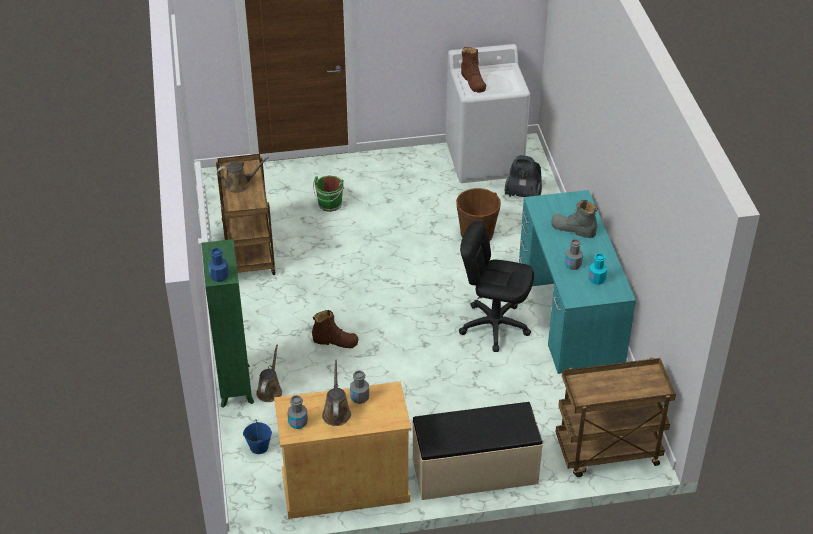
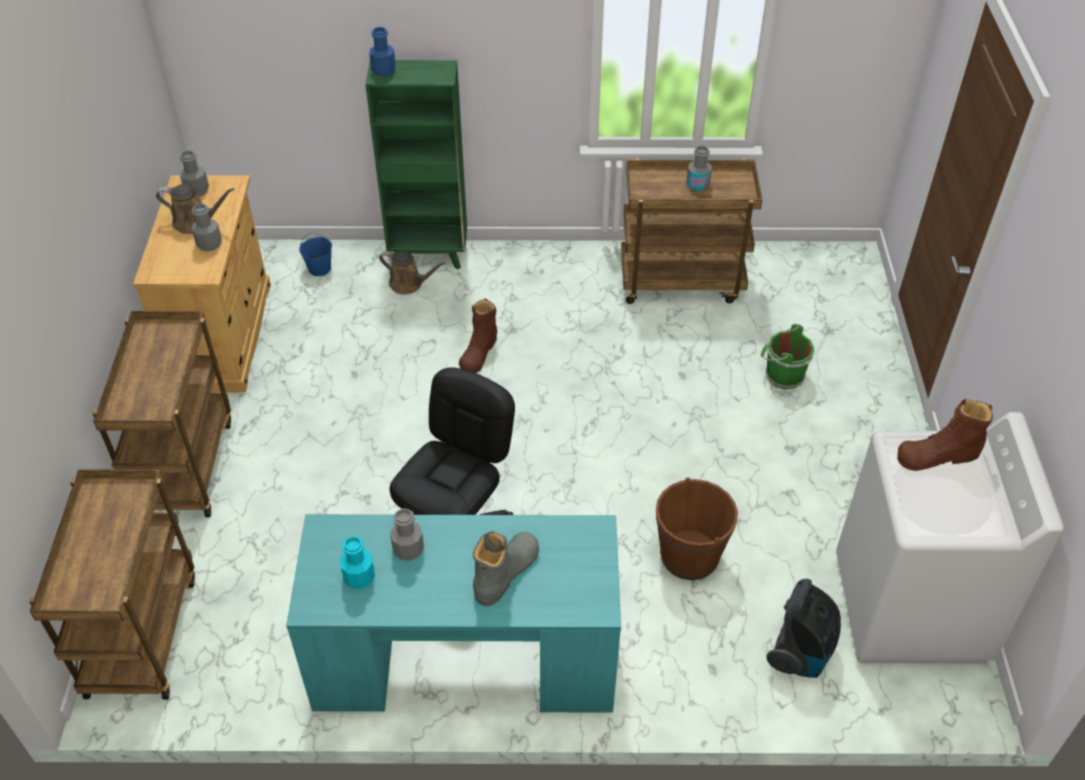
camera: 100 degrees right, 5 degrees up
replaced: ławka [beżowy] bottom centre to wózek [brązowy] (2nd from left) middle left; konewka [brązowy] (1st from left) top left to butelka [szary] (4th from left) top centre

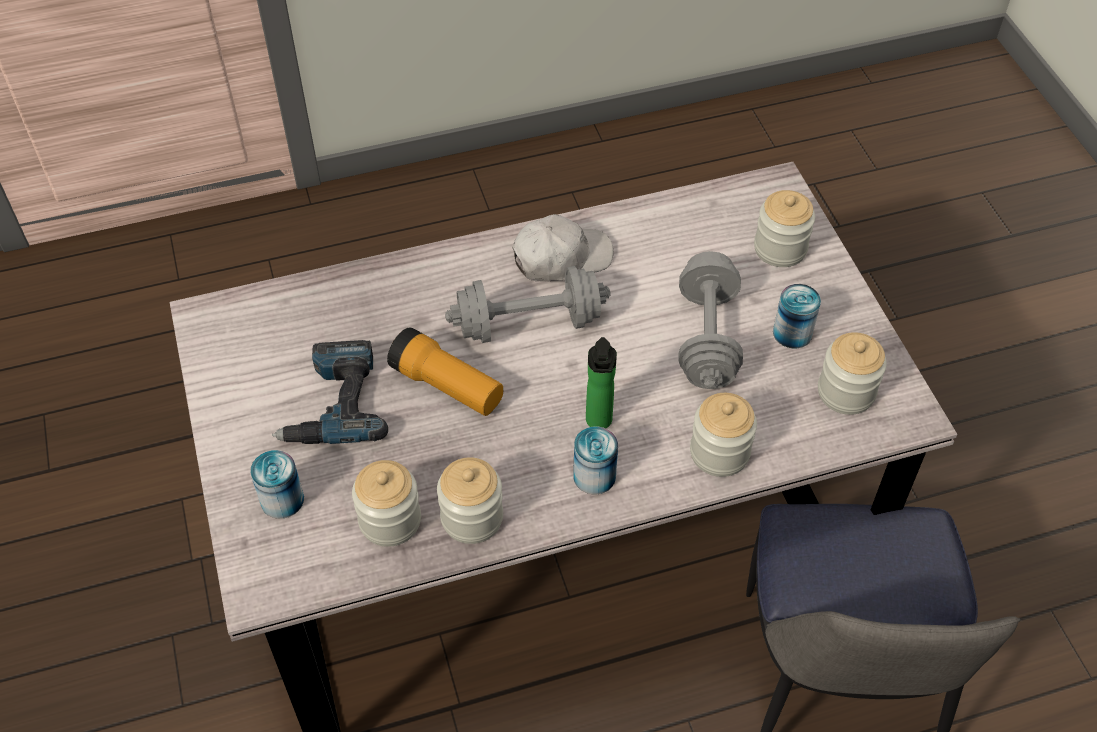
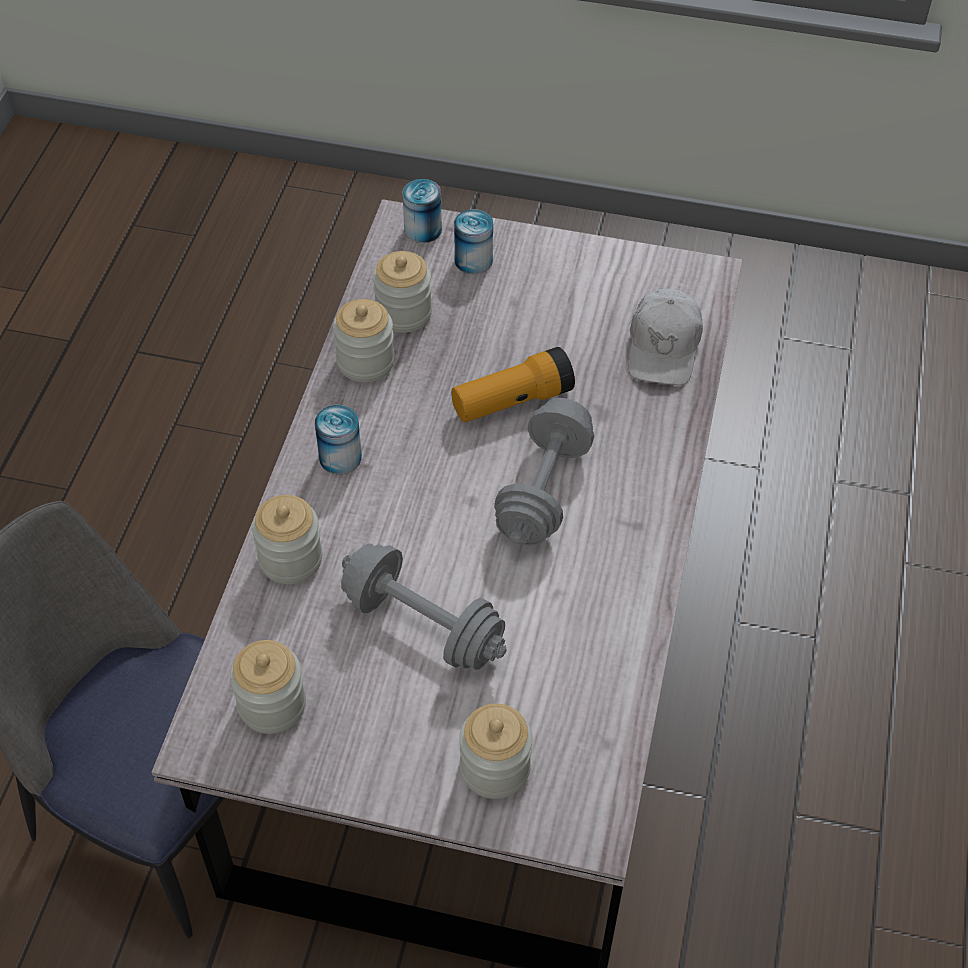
camera: 120 degrees right, 0 degrees up
removed: wiertarka middle left; butelka centre
moved: puszka (3rd from left in the first image) middle right to puszka (2nd from left) top centre; czapka z daszkiem [biały] centre to middle right

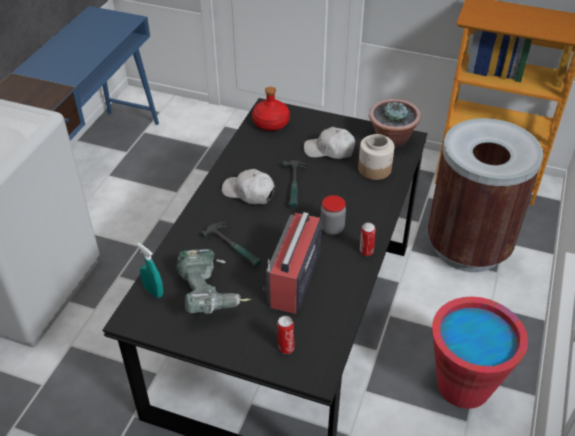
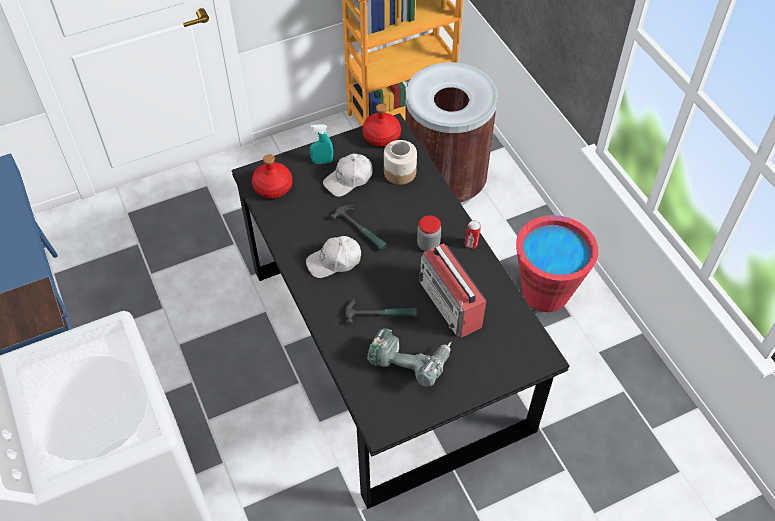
camera: 45 degrees left, 10 degrees up
removed: puszka (1st from left) bottom centre
moved: spryskiwacz [turkusowy] middle left to top centre
replaced: roślina doniczkowa top right to butelka [czerwony] (2nd from left) top centre

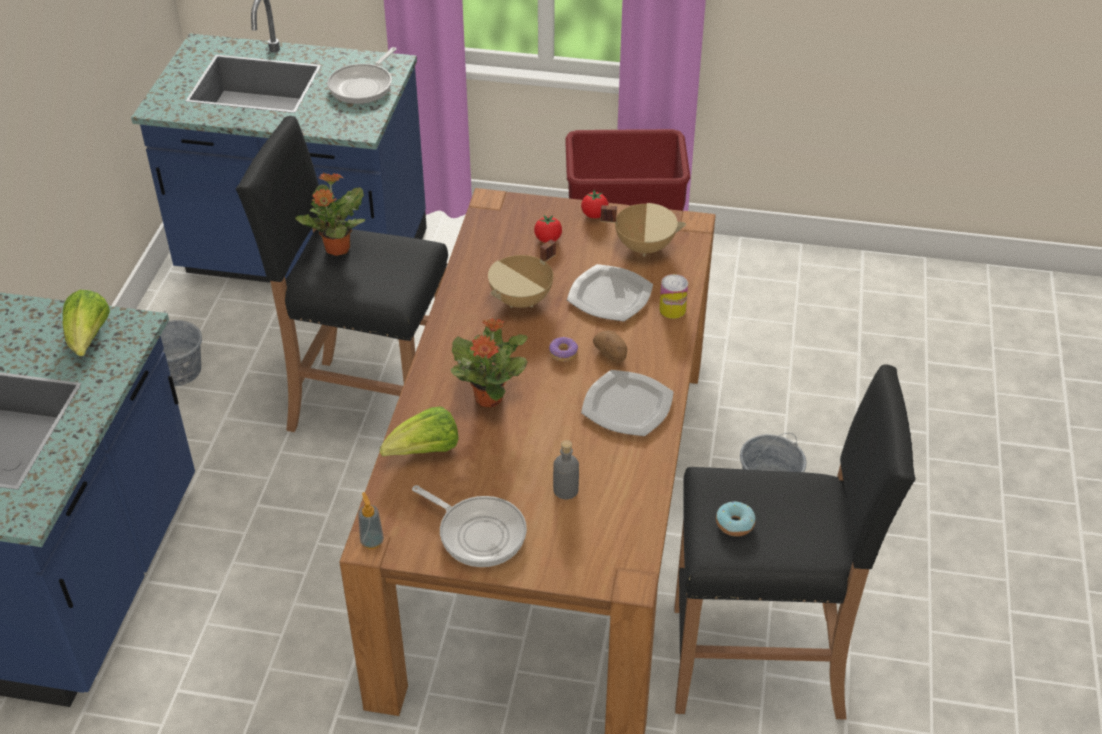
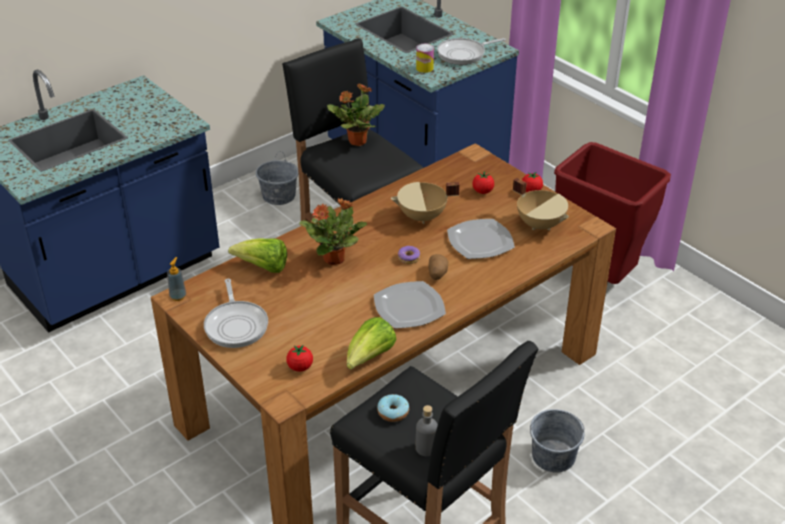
camera: 40 degrees right, 5 degrees down
added: pomidor (1st from left) bottom centre
moved: sałata (1st from left in the first image) middle left to sałata (2nd from left) centre; puszka centre to top centre; butelka [szary] centre to bottom centre

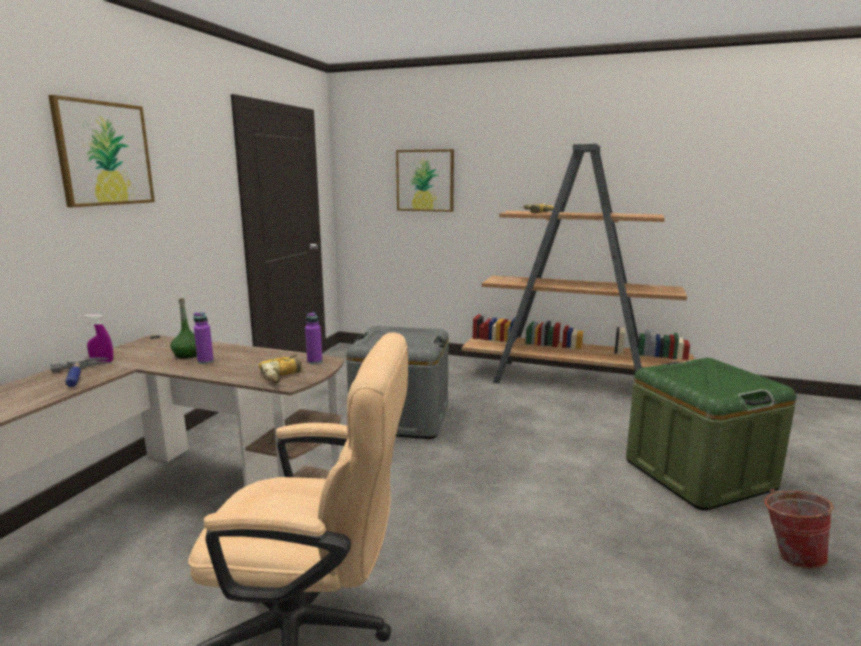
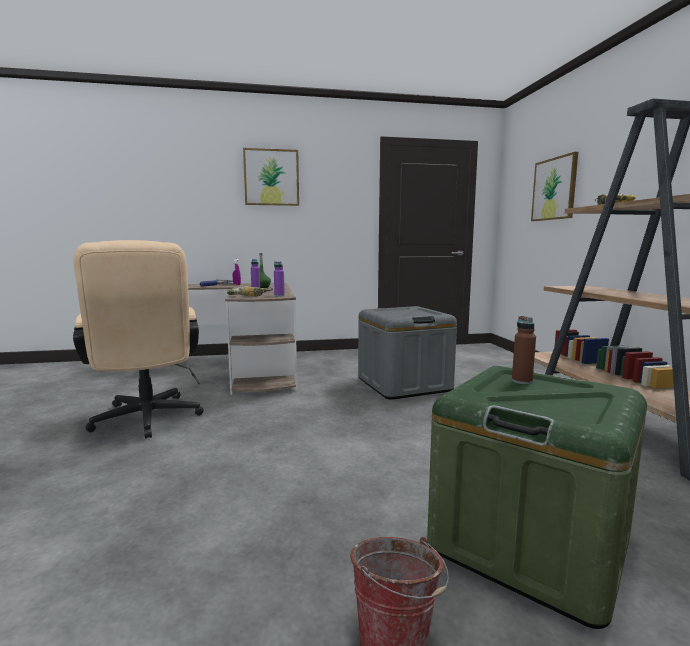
camera: 60 degrees right, 5 degrees down
added: butelka [brązowy] middle right

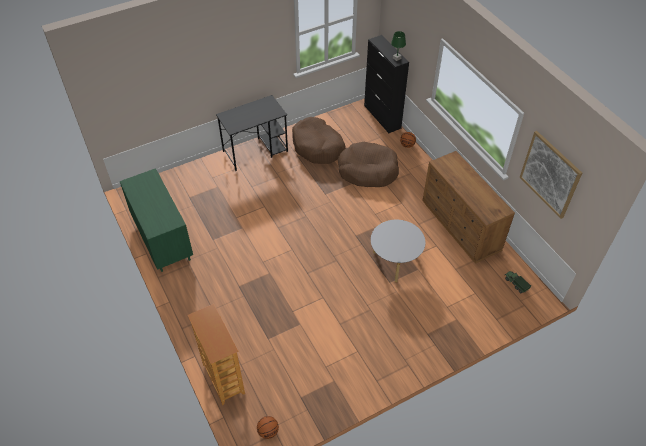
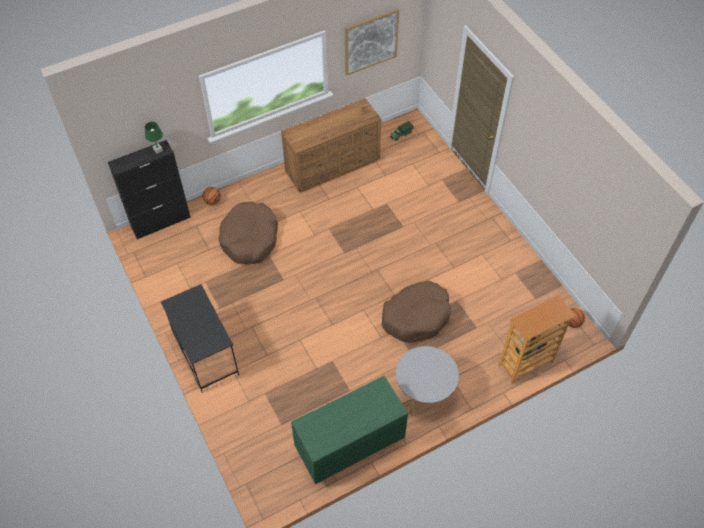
camera: 90 degrees left, 5 degrees up
moved: legowisko [brązowy] (1st from left in the first image) top centre to legowisko [brązowy] (2nd from left) centre; ława [szary] centre to bottom centre

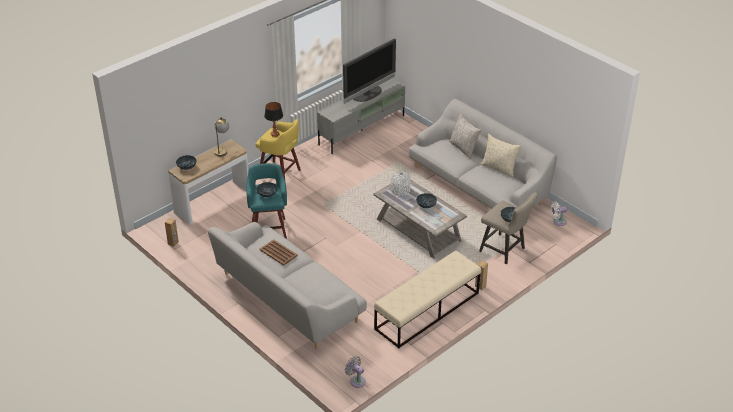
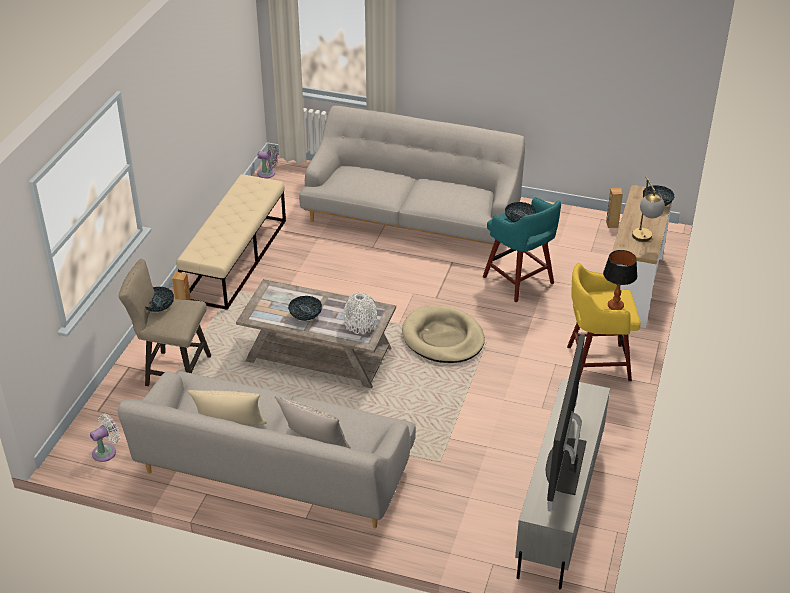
camera: 150 degrees right, 0 degrees up
removed: taca [brązowy] centre
added: legowisko [beżowy] centre

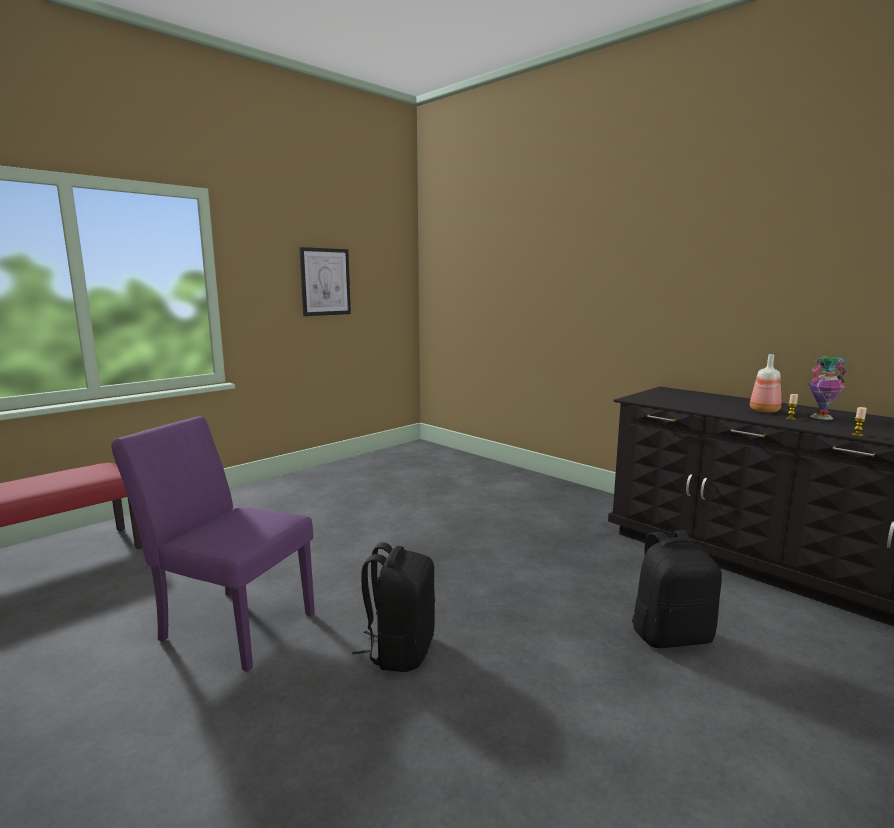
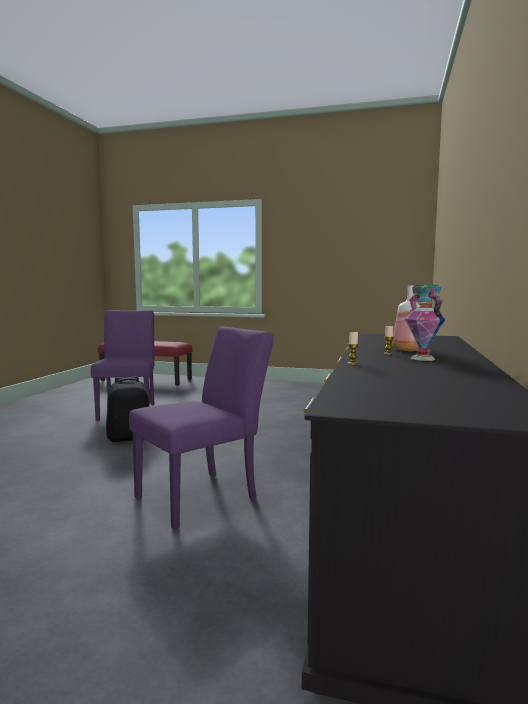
camera: 60 degrees right, 5 degrees down
removed: obraz centre
replaced: plecak [czarny] (2nd from left) bottom right to krzesło [fioletowy] (2nd from left) centre

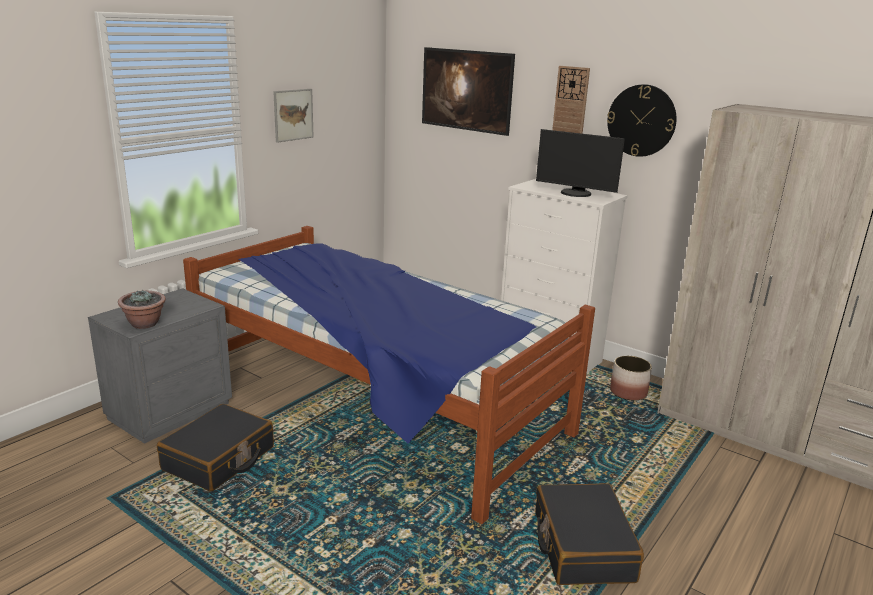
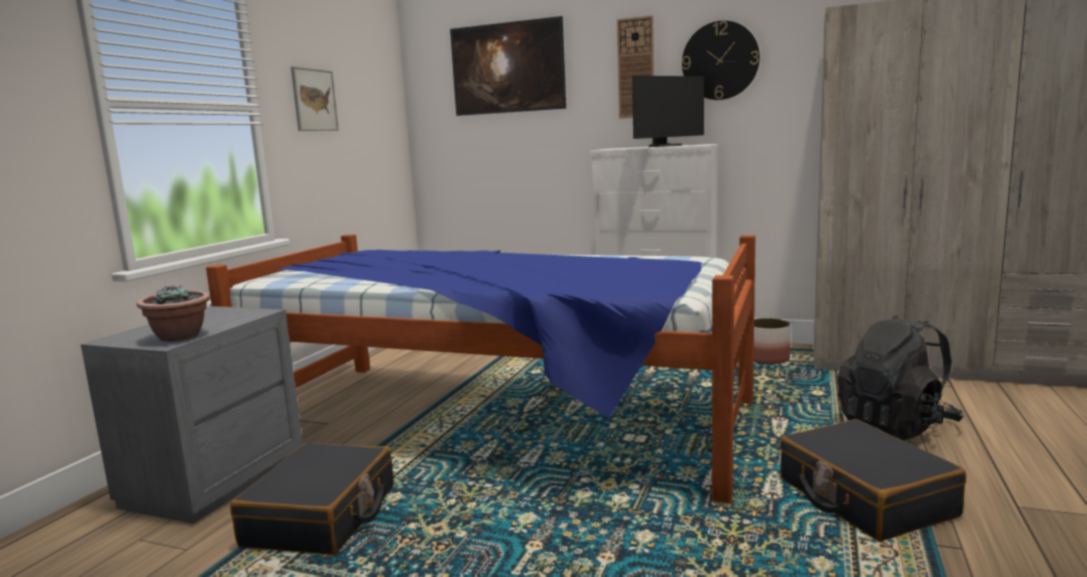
camera: 15 degrees left, 10 degrees down
added: plecak [czarny] middle right
turned: monitor top centre = top centre 45 degrees counterclockwise

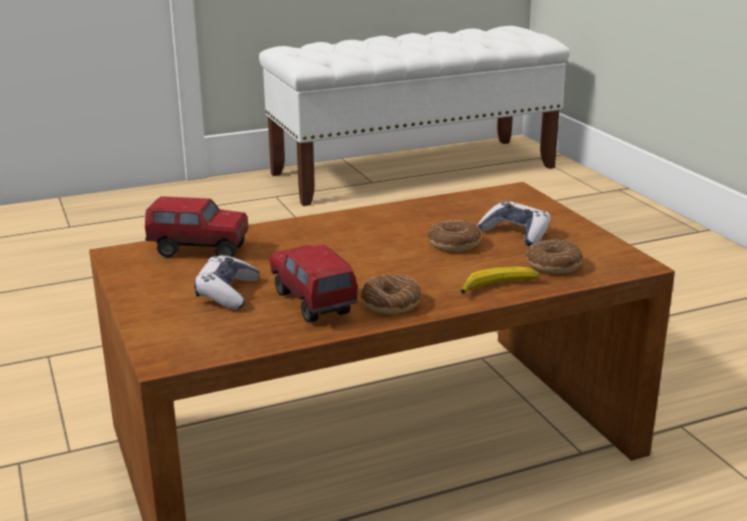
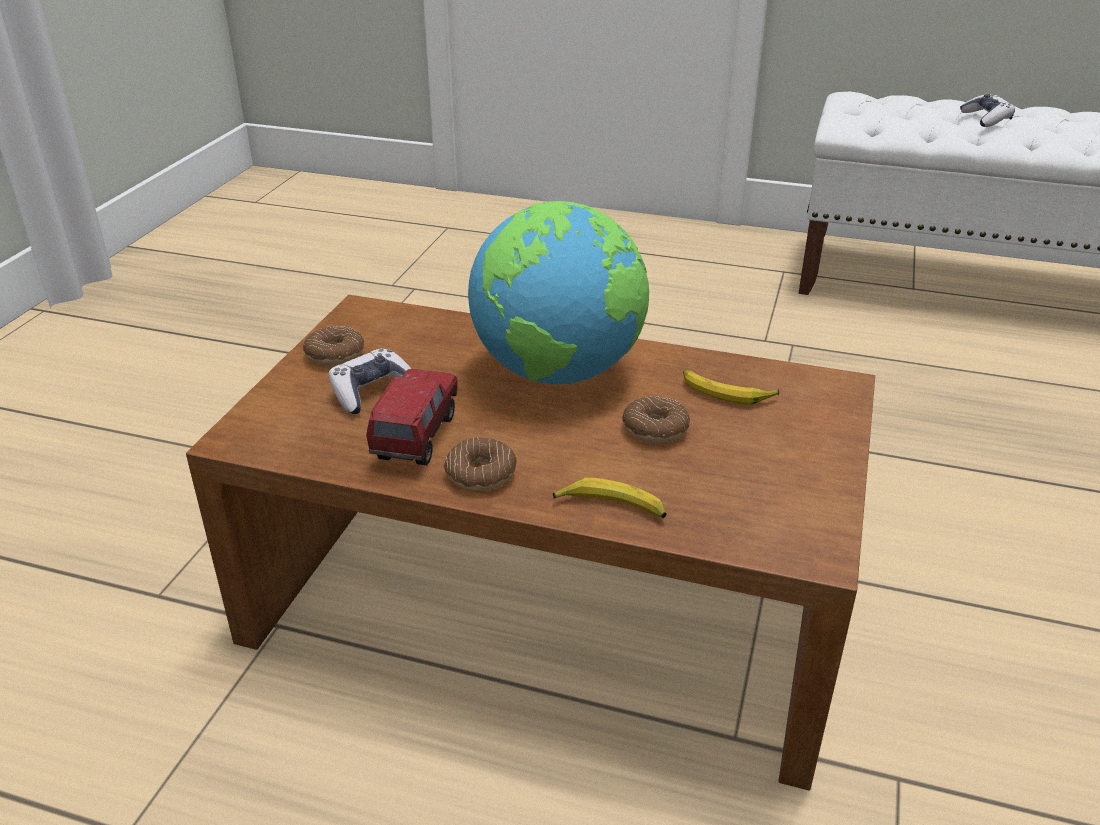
camera: 40 degrees right, 10 degrees up
removed: ciężarówka zabawkowa (1st from left) middle left
added: globus centre; banan (2nd from left) centre
moved: donut (3rd from left in the first image) middle right to donut (1st from left) middle left; pad do gier (2nd from left) middle right to top right

